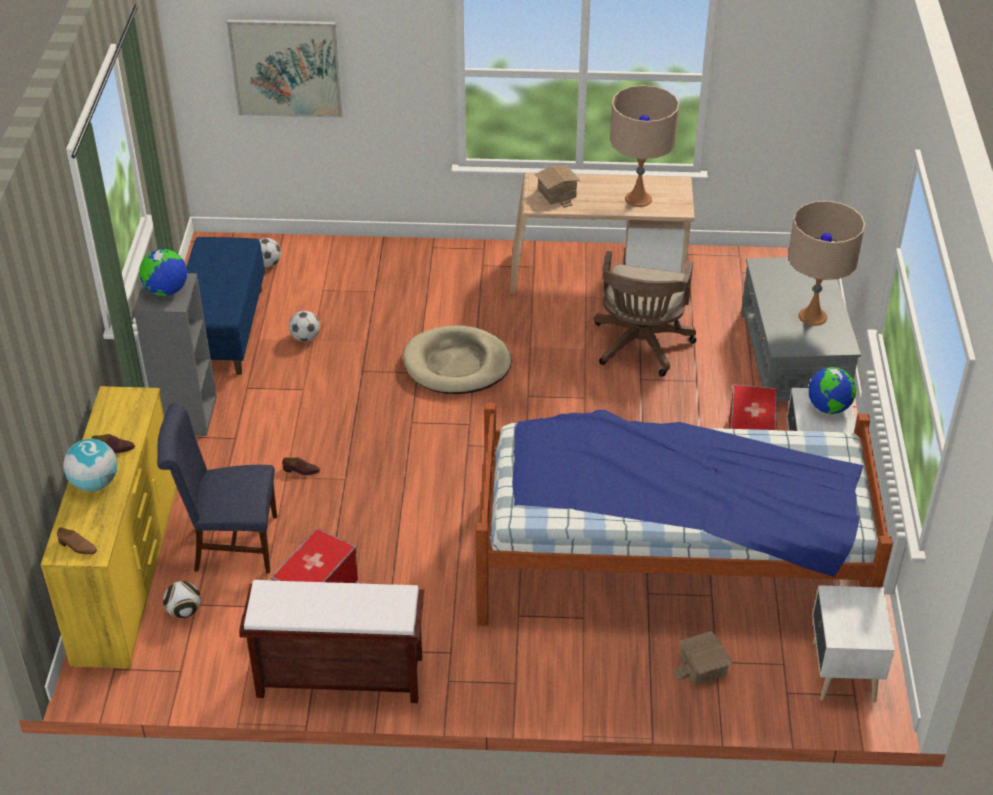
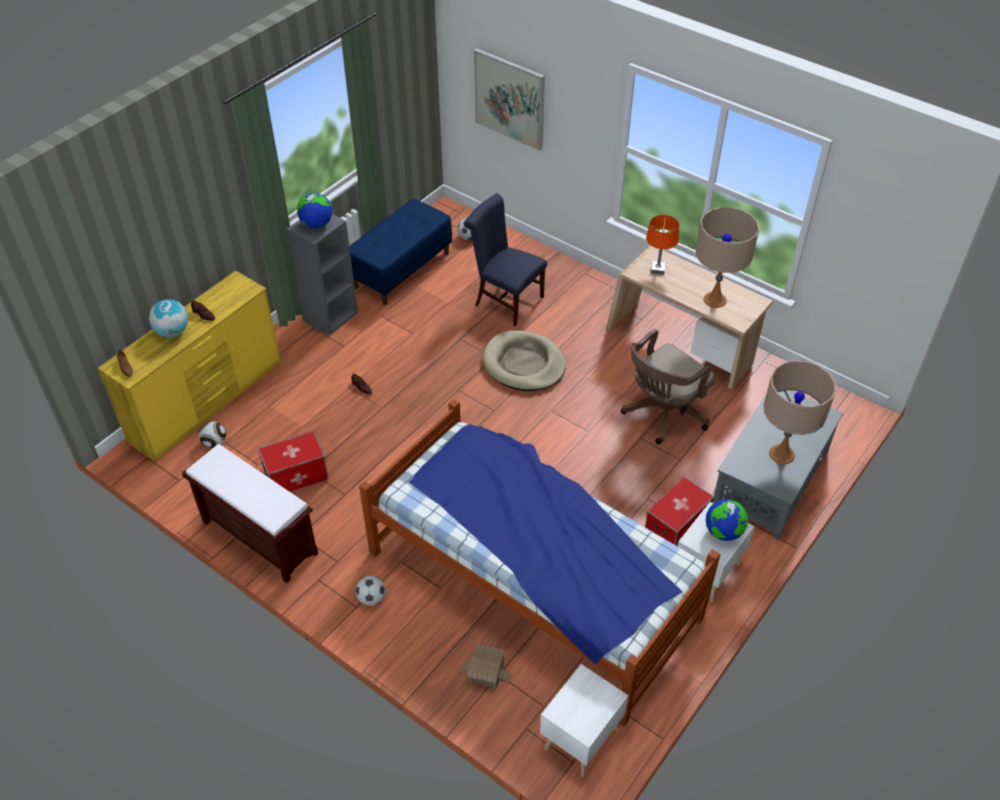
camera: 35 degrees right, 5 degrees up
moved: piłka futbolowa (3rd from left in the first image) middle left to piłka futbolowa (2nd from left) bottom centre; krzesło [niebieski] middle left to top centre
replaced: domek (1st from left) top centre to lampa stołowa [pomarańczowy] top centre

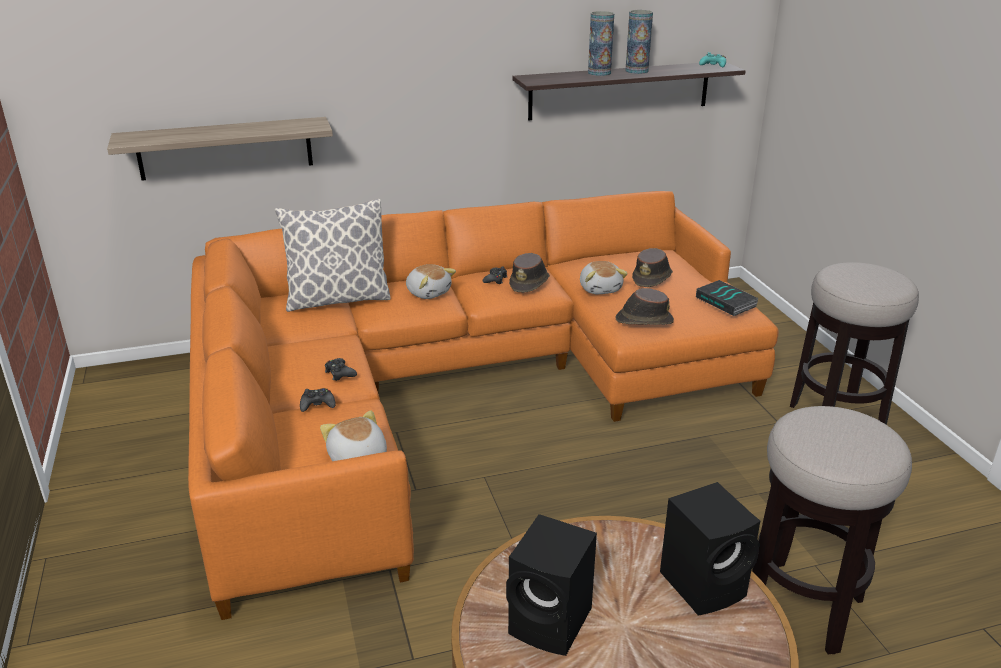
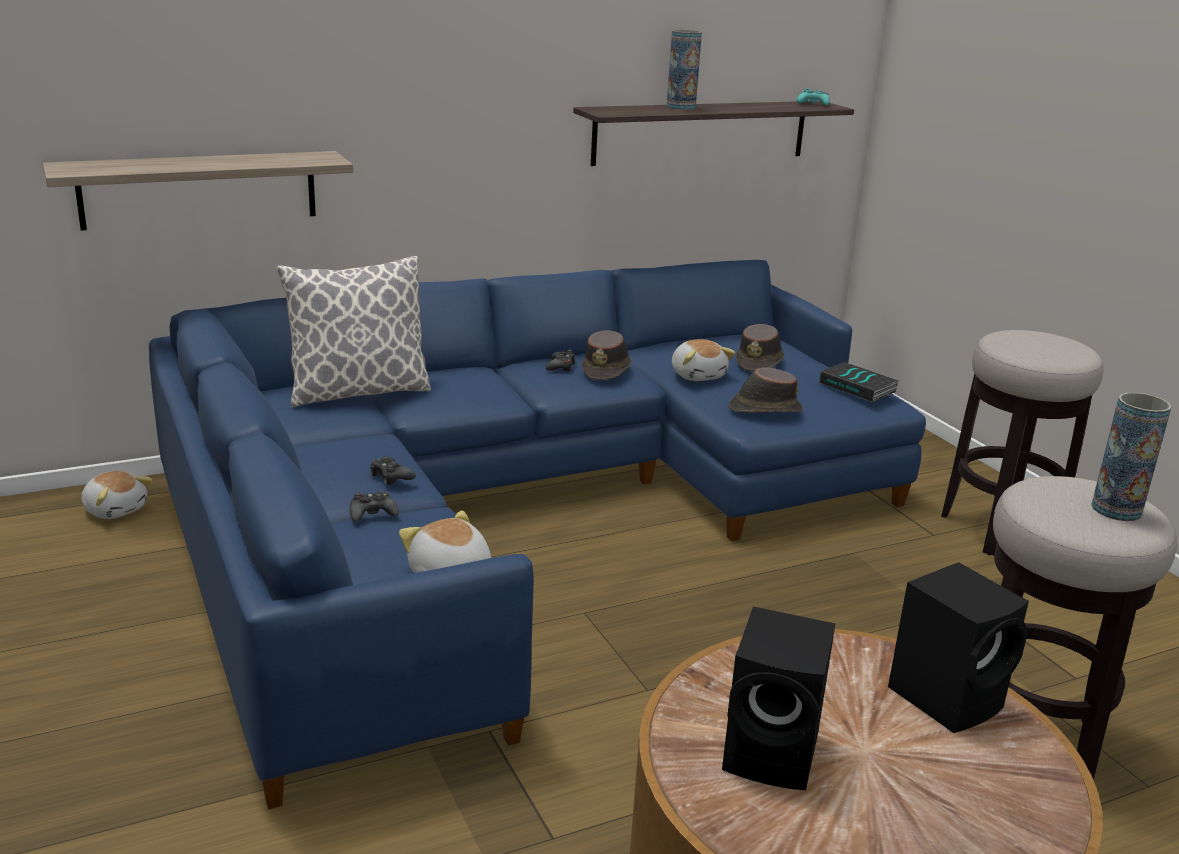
camera: 10 degrees left, 5 degrees down
moved: pluszak (2nd from left in the first image) centre to pluszak (1st from left) middle left; wazon (2nd from left) top centre to middle right
recoloured: kanapa [pomarańczowy] centre to kanapa [niebieski] centre

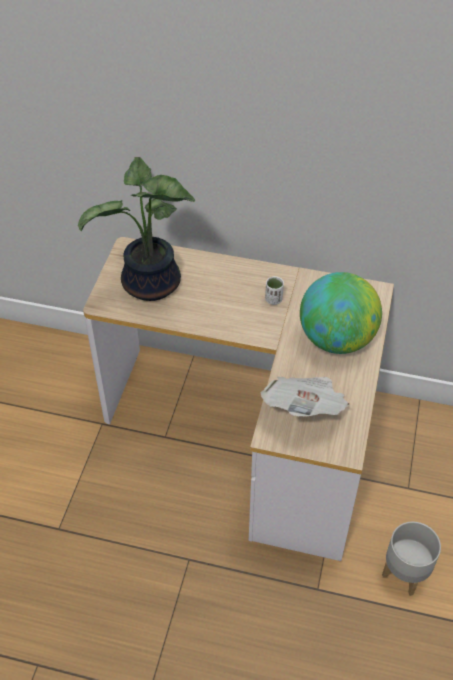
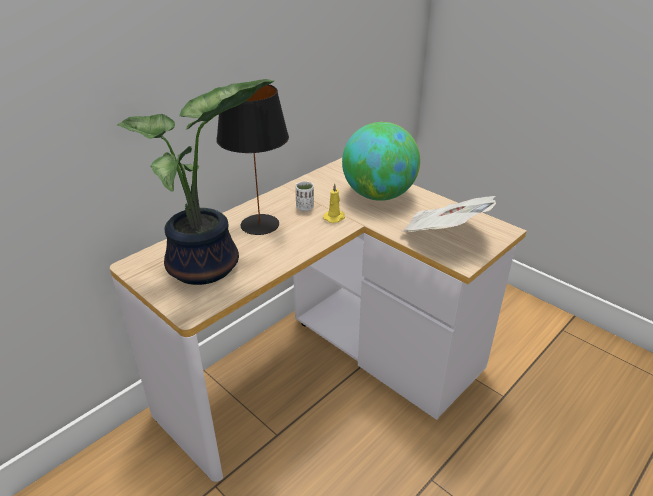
camera: 60 degrees left, 15 degrees down
removed: donica [szary] bottom right
added: lampa stołowa [czarny] top centre; świeca [żółty] centre

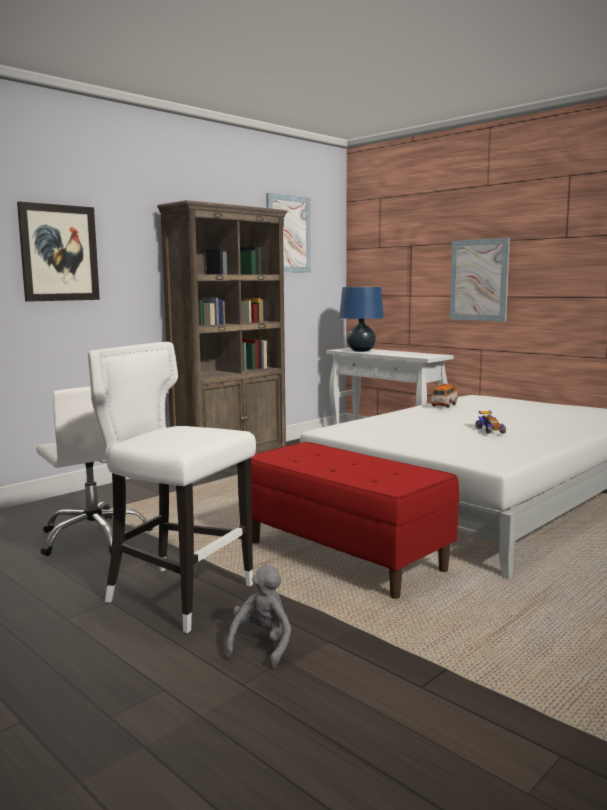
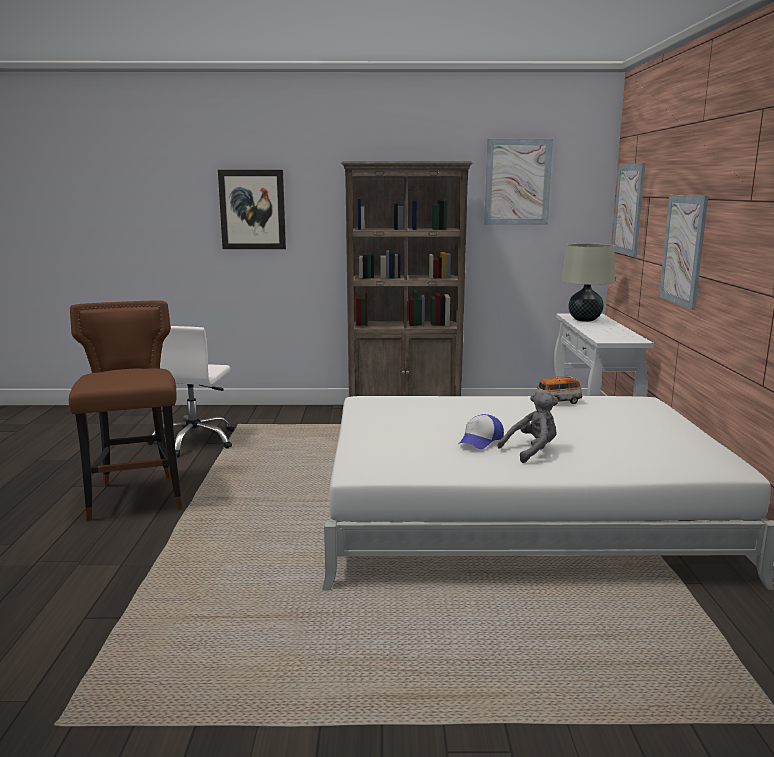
camera: 45 degrees right, 5 degrees up
removed: ławka [czerwony] centre
added: obraz (3rd from left) top right
moved: pluszak [szary] bottom centre to middle right
replaced: samochodzik (2nd from left) middle right to czapka z daszkiem centre
recoloured: stołek [biały] middle left to stołek [brązowy] middle left; lampa stołowa [niebieski] centre to lampa stołowa [beżowy] middle right

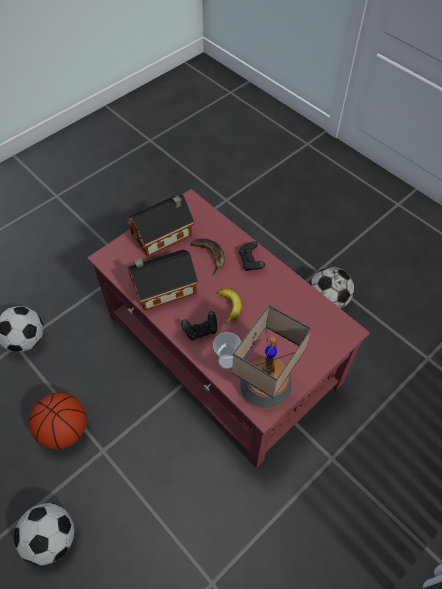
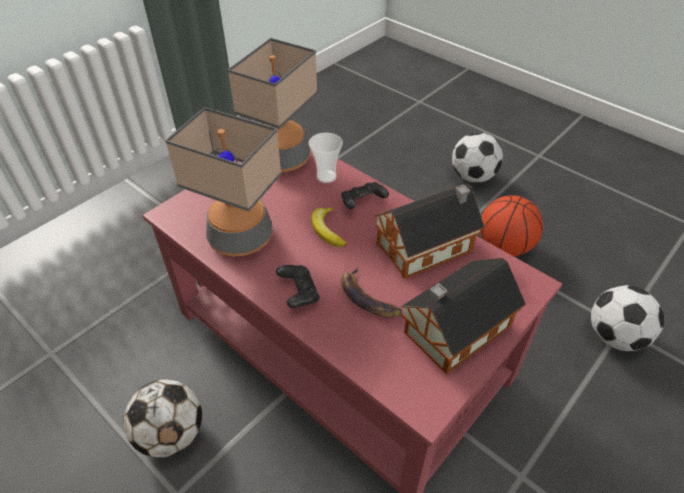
camera: 175 degrees right, 10 degrees down
added: lampa stołowa (1st from left) middle left

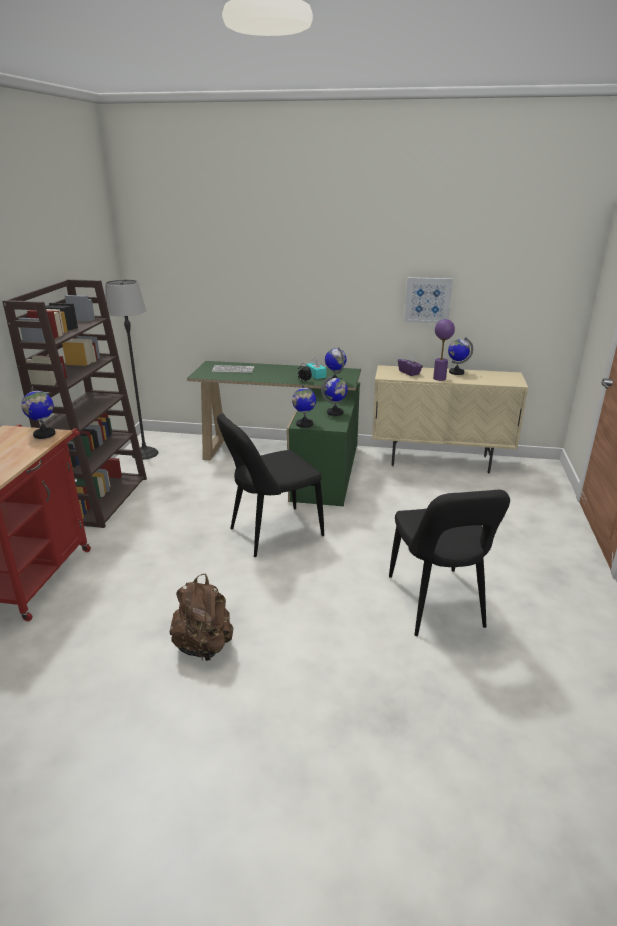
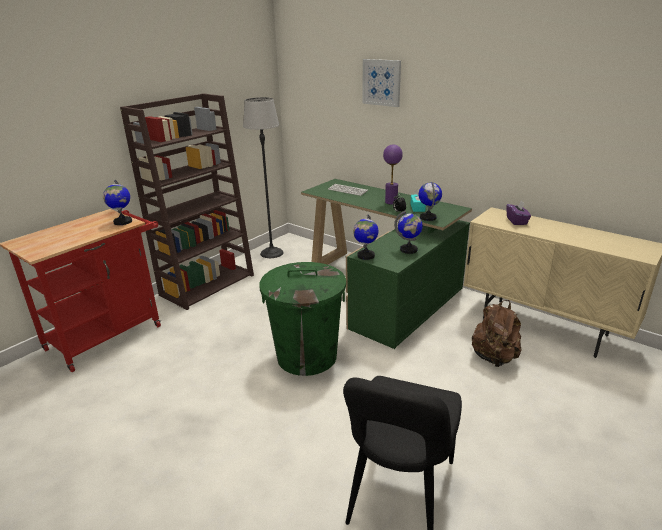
camera: 30 degrees right, 0 degrees up
removed: globus (5th from left) middle right
moved: obraz top right to top centre; lampa stołowa [fioletowy] middle right to top centre; plecak [brązowy] middle left to middle right
replaced: krzesło [czarny] (1st from left) centre to kosz na śmieci [zielony] centre

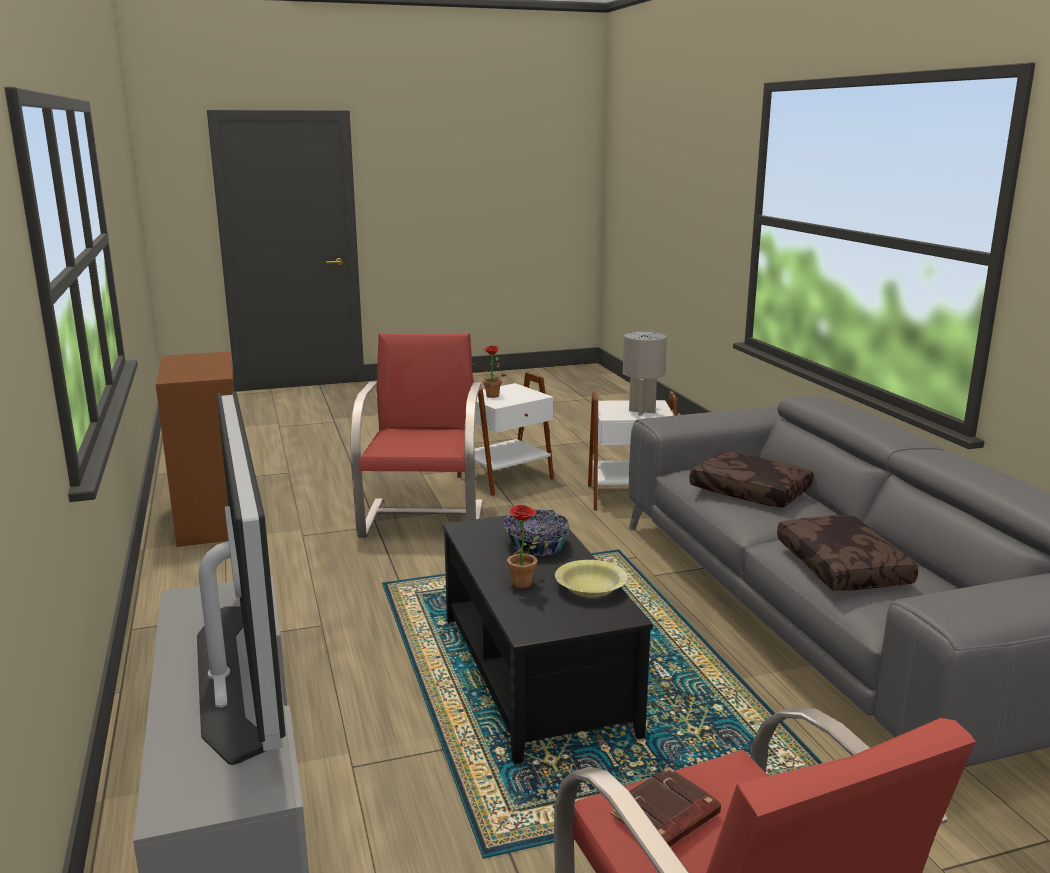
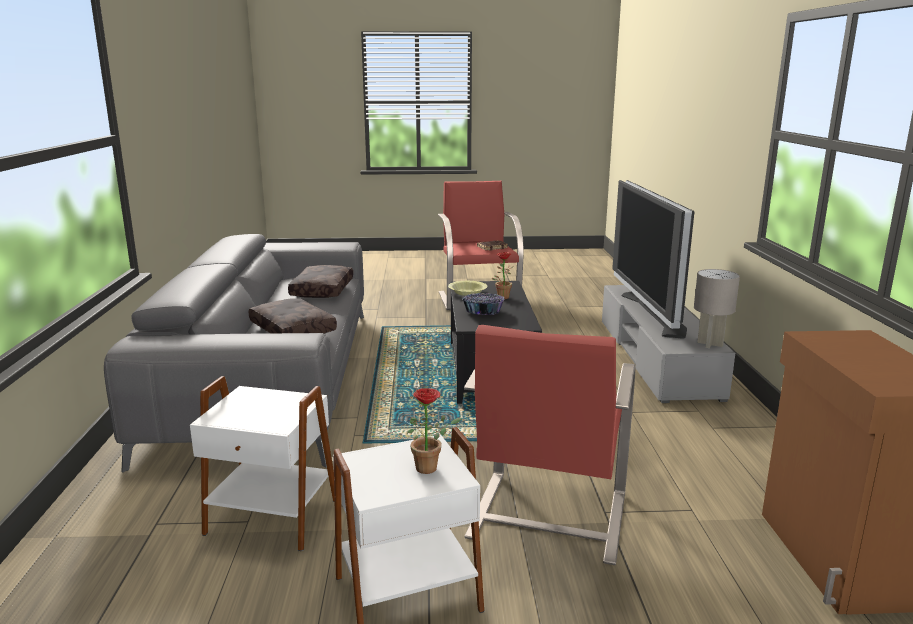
camera: 165 degrees left, 0 degrees up
moved: lampa stołowa [szary] centre to middle right

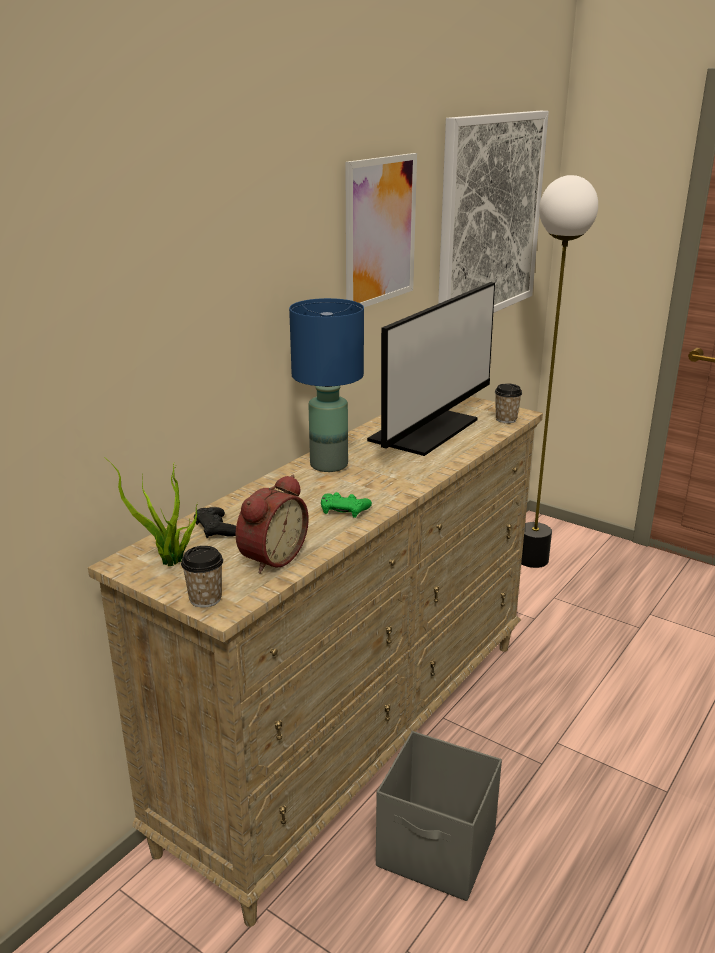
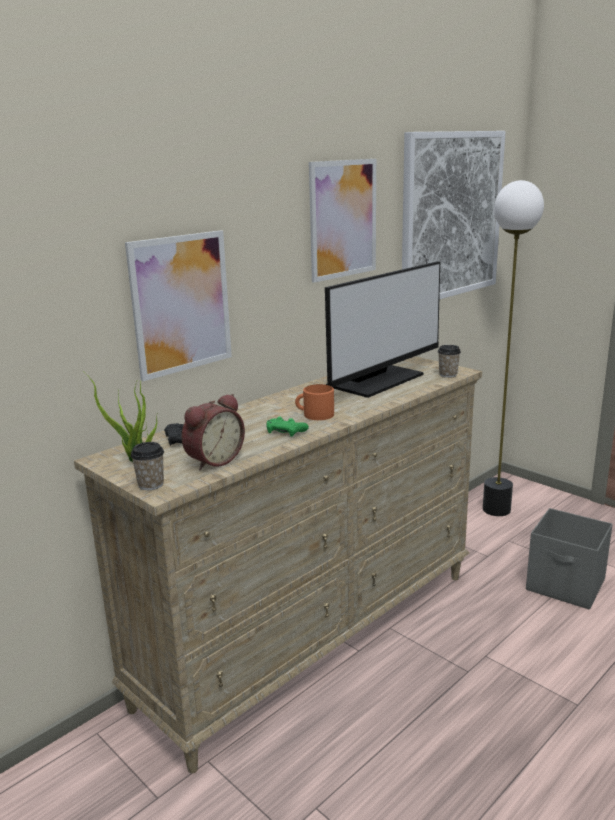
camera: 10 degrees right, 5 degrees down
removed: lampa stołowa [niebieski] centre
added: obraz (1st from left) middle left; kubek [pomarańczowy] centre
moved: pojemnik do przechowywania [szary] bottom centre to bottom right

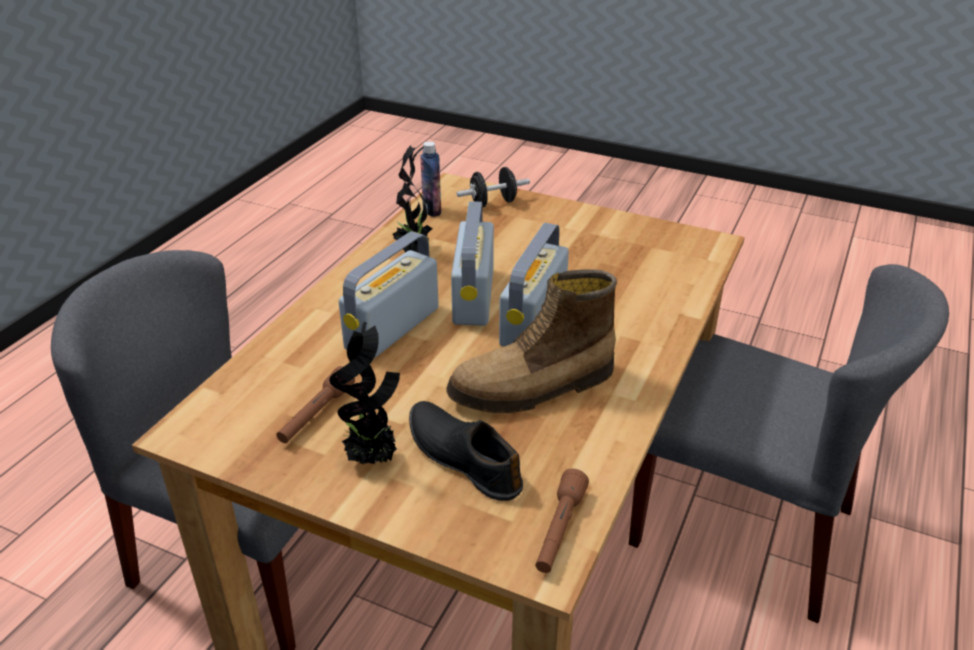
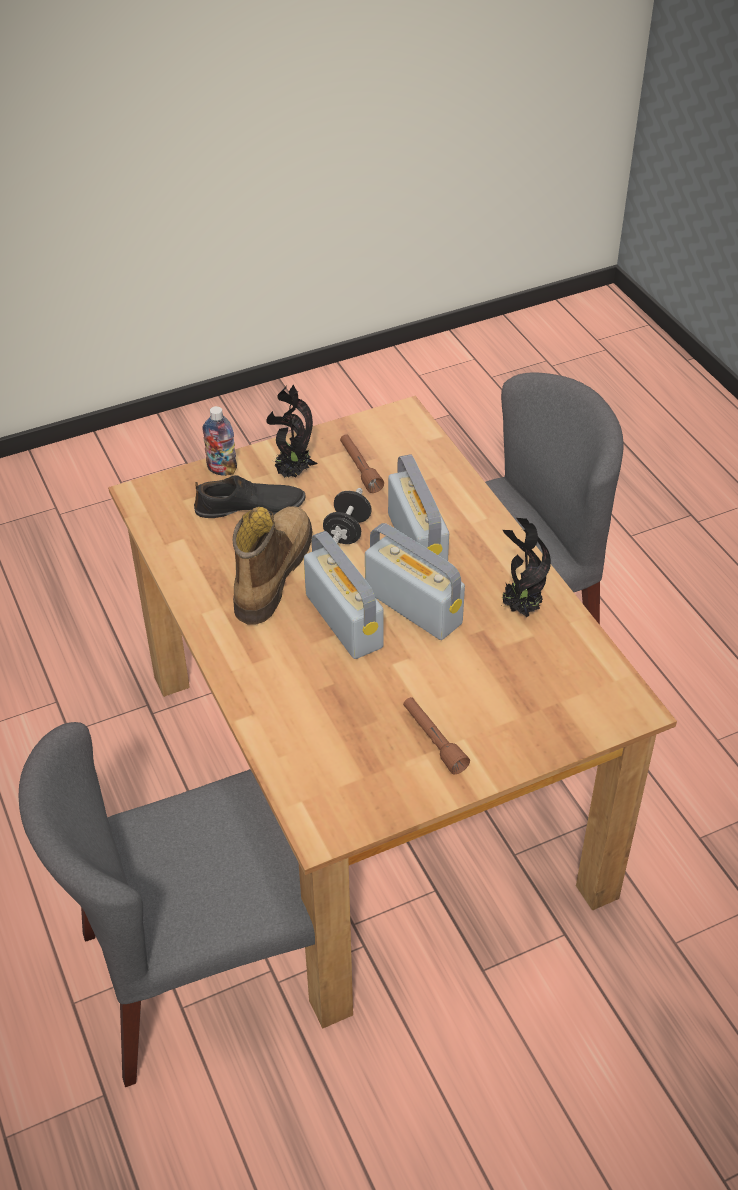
camera: 130 degrees right, 10 degrees up
moved: butelka top centre to middle left; hantel [czarny] top centre to centre; latarka [brązowy] (2nd from left) bottom centre to centre

